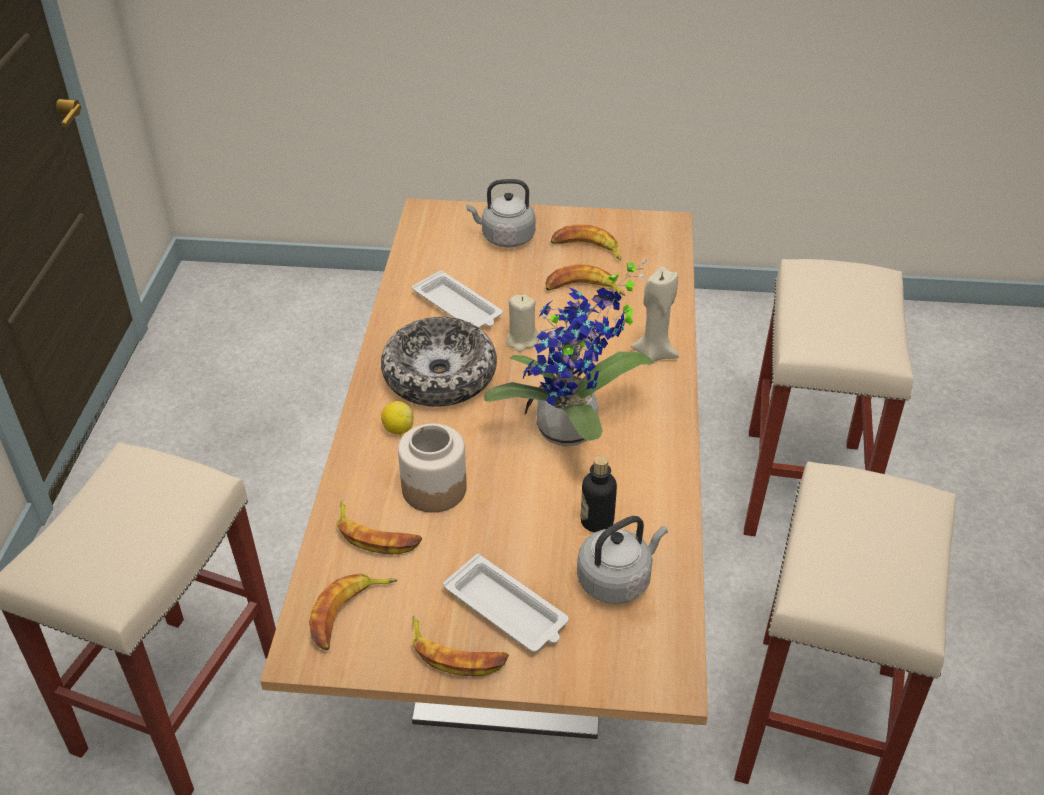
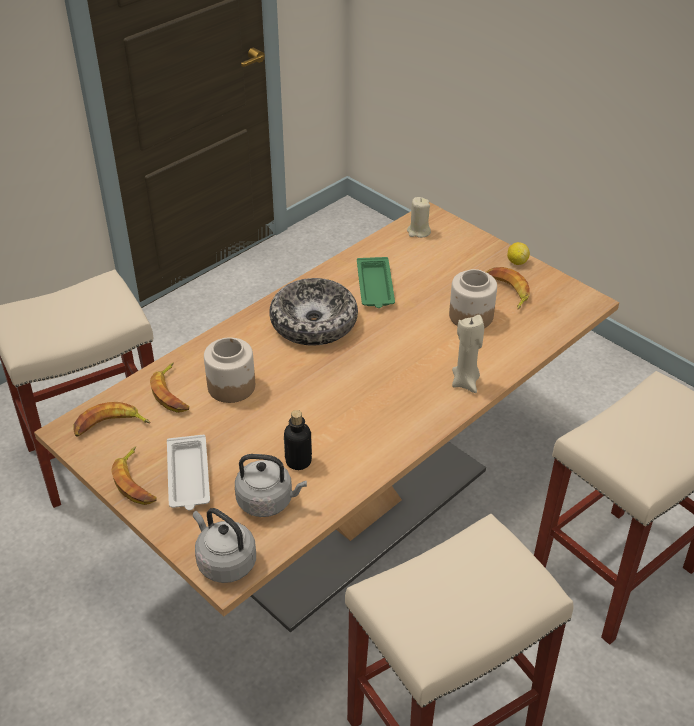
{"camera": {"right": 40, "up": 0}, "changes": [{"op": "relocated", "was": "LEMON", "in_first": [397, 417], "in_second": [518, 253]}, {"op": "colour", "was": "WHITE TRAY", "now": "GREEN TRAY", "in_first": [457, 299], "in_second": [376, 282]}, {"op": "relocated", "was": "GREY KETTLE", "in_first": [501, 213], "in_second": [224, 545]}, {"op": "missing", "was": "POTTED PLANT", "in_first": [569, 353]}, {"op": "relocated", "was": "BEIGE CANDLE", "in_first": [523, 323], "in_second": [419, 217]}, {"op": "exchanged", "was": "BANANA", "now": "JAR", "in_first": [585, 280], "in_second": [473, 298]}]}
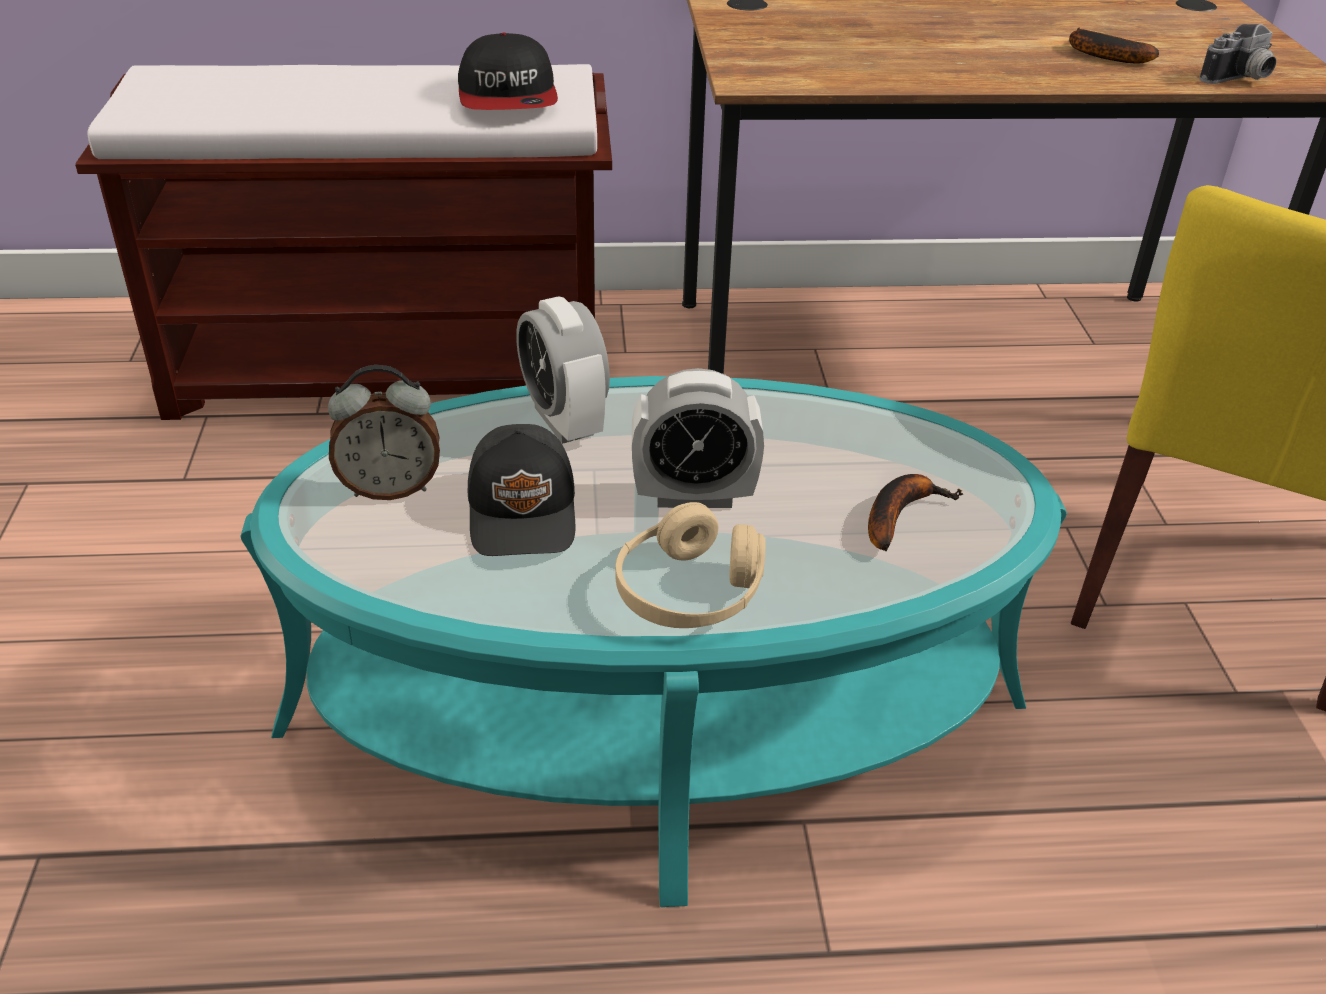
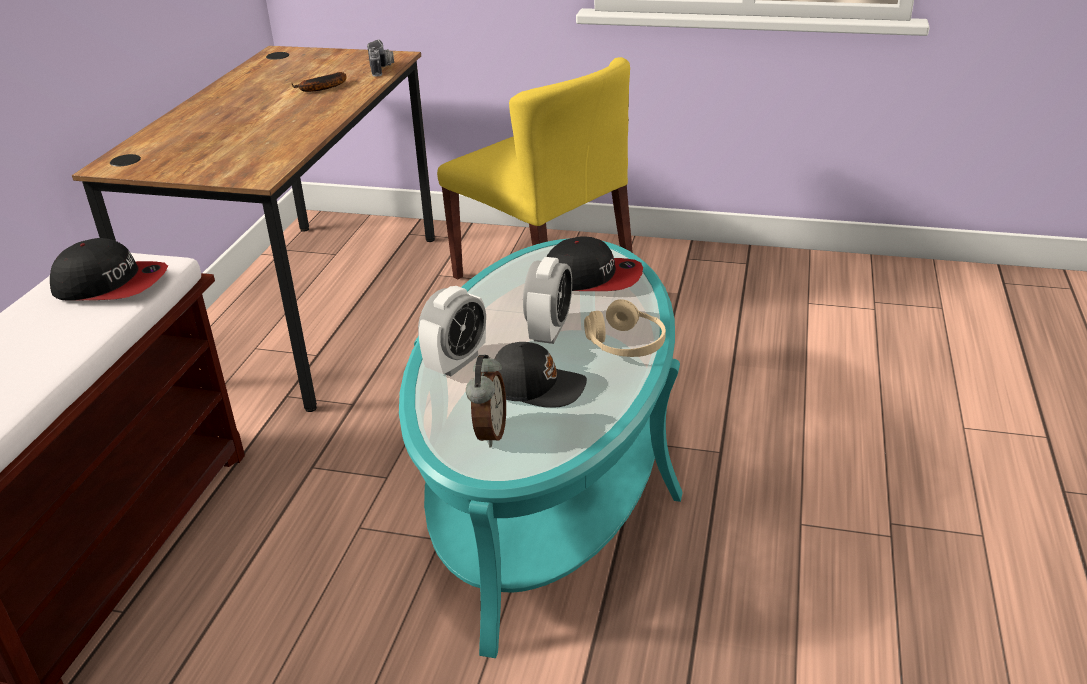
{"camera": {"right": -70, "up": -5}, "changes": [{"op": "spun", "was": "ALARM CLOCK", "in_first": [563, 370], "in_second": [452, 331], "clockwise": -45}, {"op": "exchanged", "was": "BANANA", "now": "CAP", "in_first": [915, 512], "in_second": [595, 263]}]}
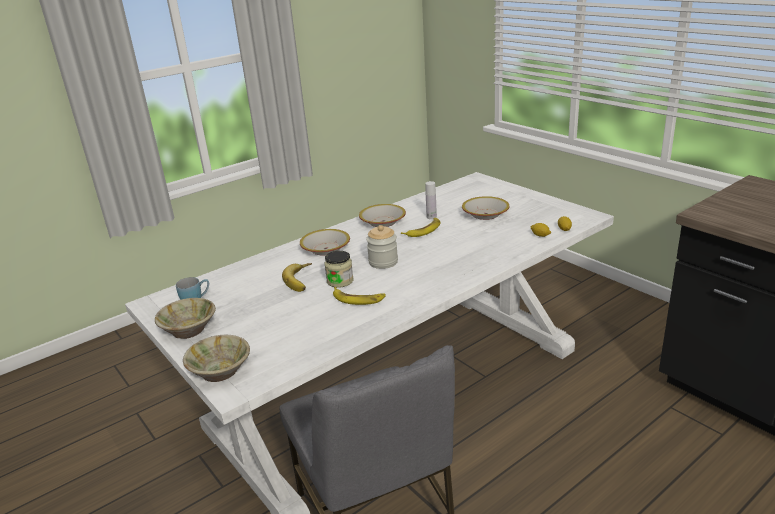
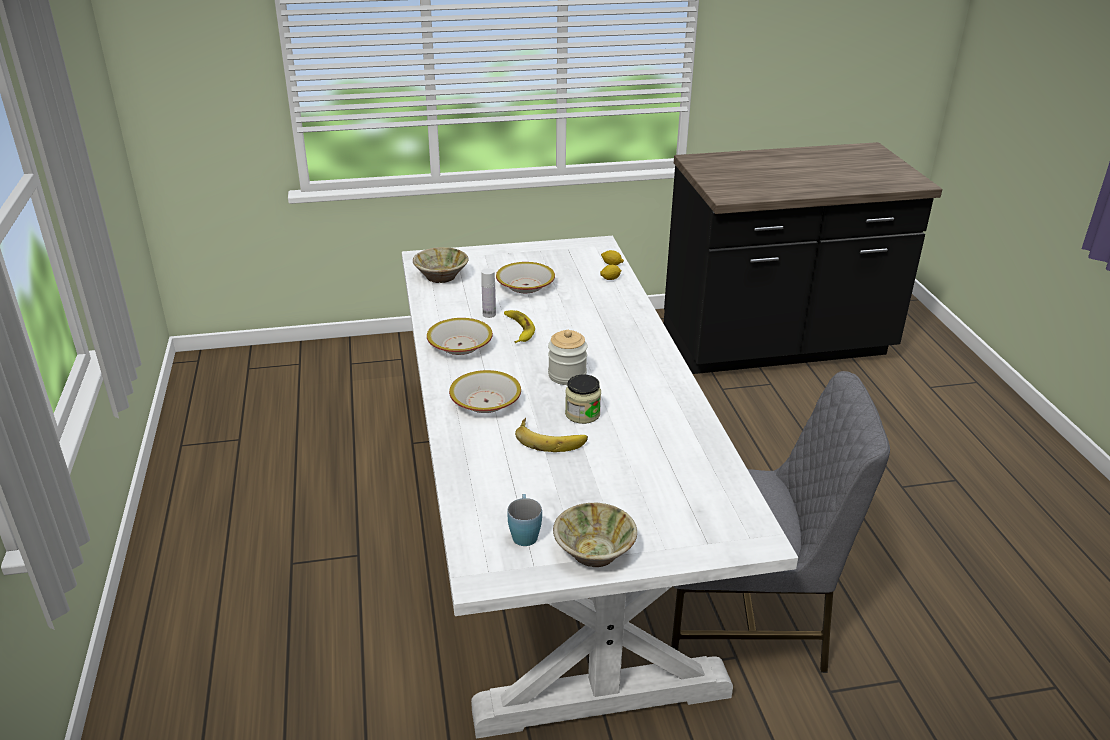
{"camera": {"right": -65, "up": 5}, "changes": [{"op": "relocated", "was": "BEIGE BOWL", "in_first": [216, 358], "in_second": [441, 265]}, {"op": "missing", "was": "BANANA", "in_first": [359, 296]}]}
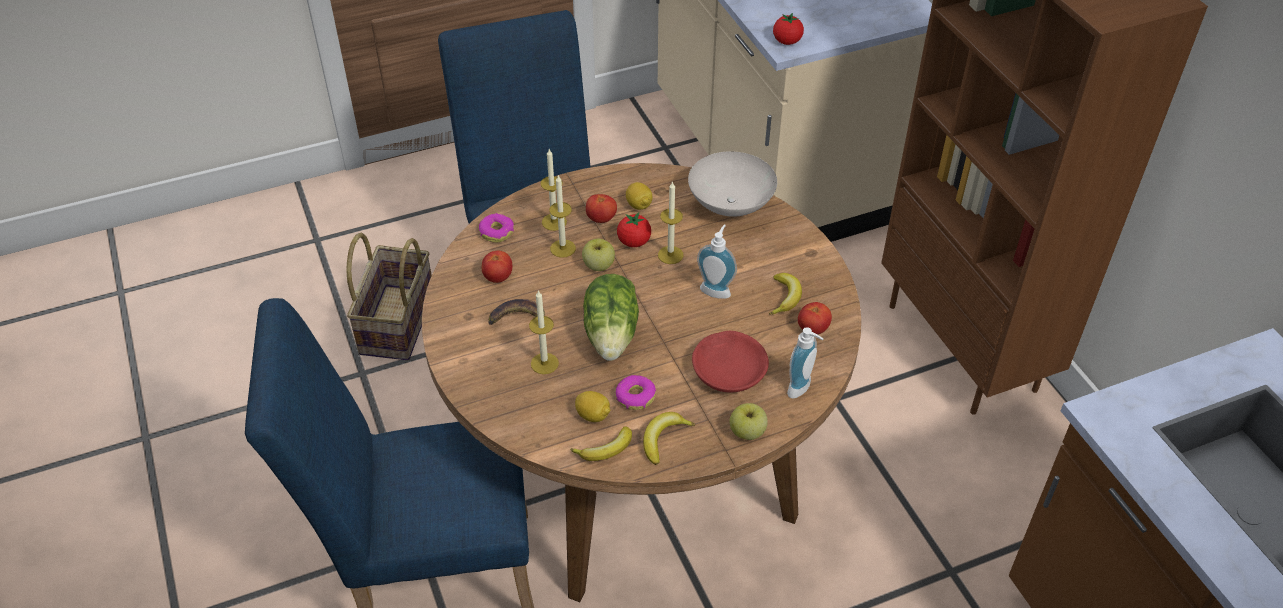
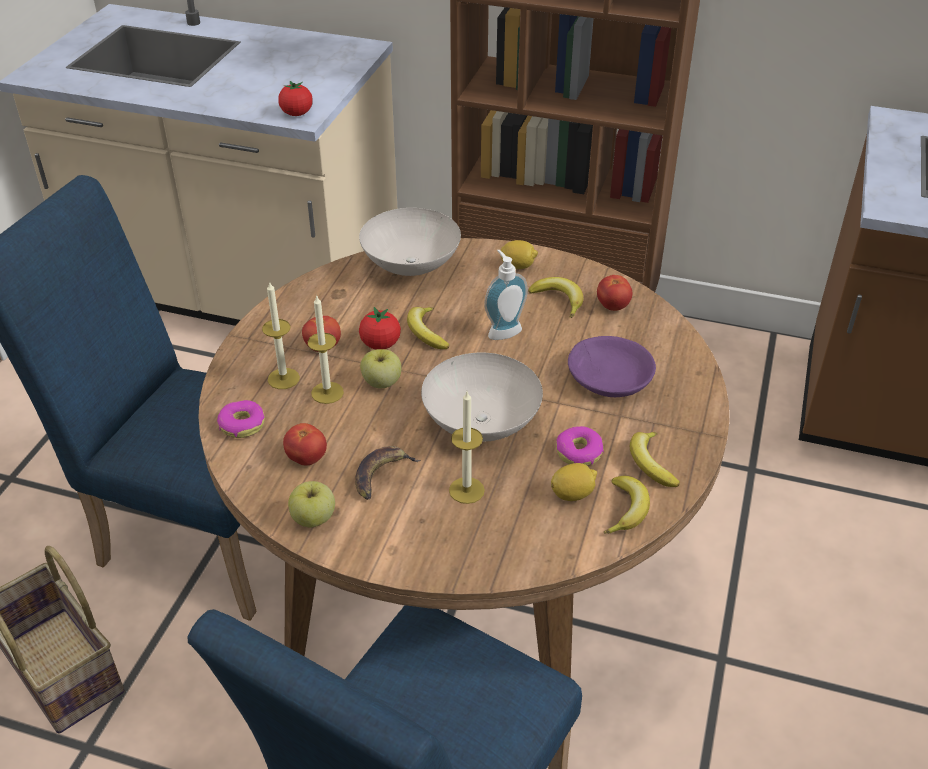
{"camera": {"right": -50, "up": -5}, "changes": [{"op": "exchanged", "was": "LETTUCE", "now": "WHITE BOWL", "in_first": [611, 317], "in_second": [482, 397]}, {"op": "relocated", "was": "LEMON", "in_first": [639, 196], "in_second": [519, 254]}, {"op": "exchanged", "was": "CANDLE", "now": "BANANA", "in_first": [671, 222], "in_second": [428, 328]}, {"op": "colour", "was": "RED BOWL", "now": "PURPLE BOWL", "in_first": [730, 361], "in_second": [612, 366]}, {"op": "relocated", "was": "APPLE", "in_first": [749, 421], "in_second": [311, 504]}, {"op": "missing", "was": "SOAP DISPENSER", "in_first": [805, 362]}]}
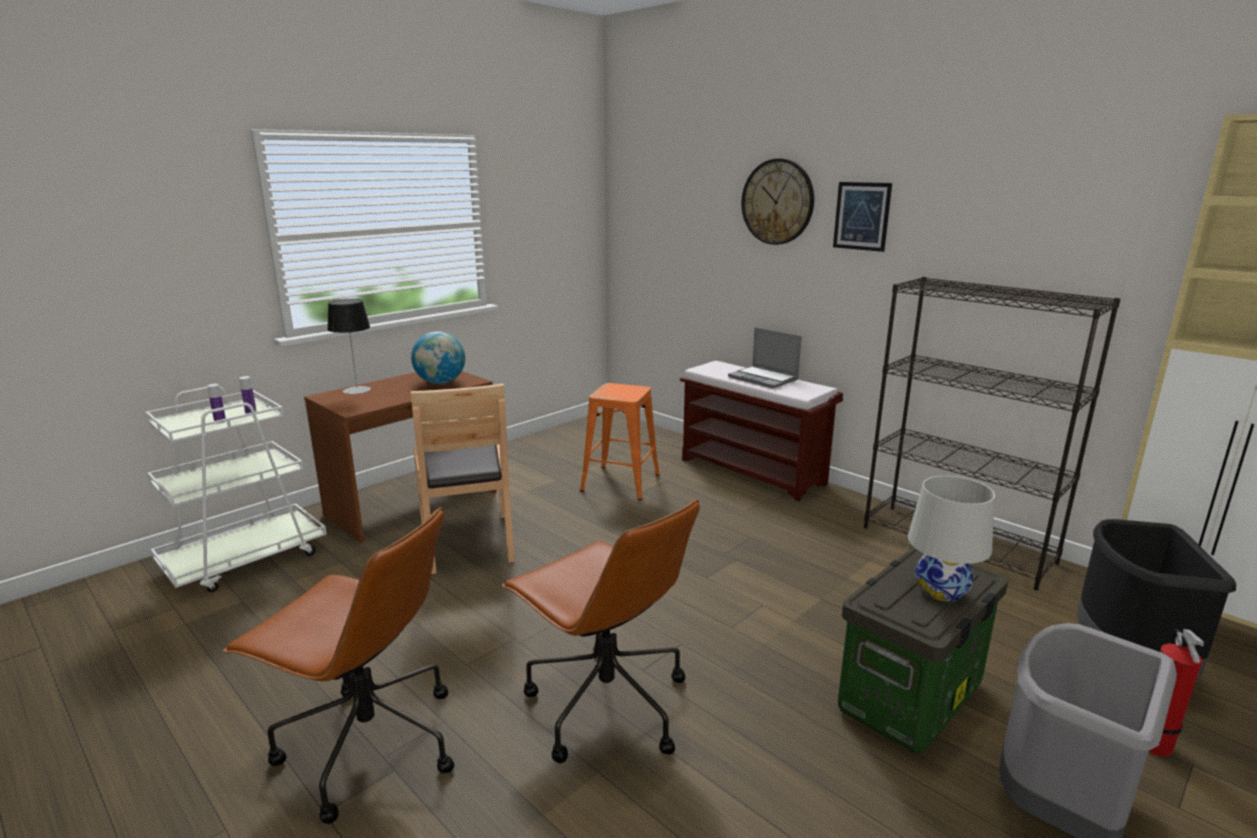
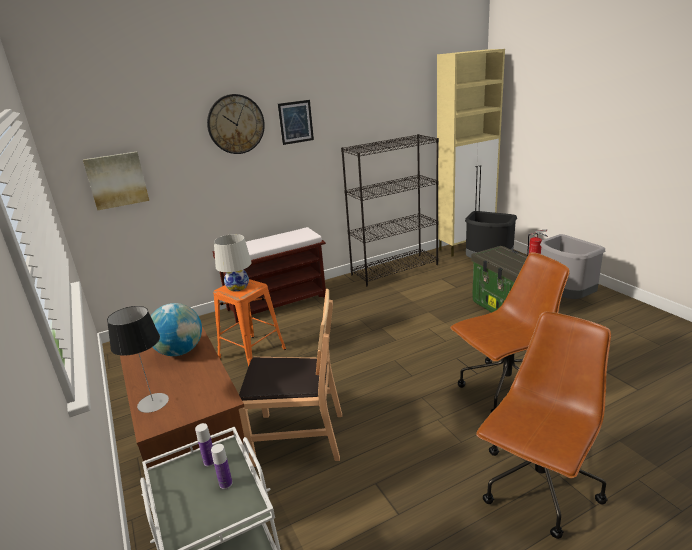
{"camera": {"right": -70, "up": 5}, "changes": [{"op": "missing", "was": "LAPTOP", "in_first": [765, 358]}, {"op": "relocated", "was": "WHITE TABLE LAMP", "in_first": [951, 539], "in_second": [233, 262]}, {"op": "appeared", "now": "PICTURE", "in_second": [116, 180]}]}
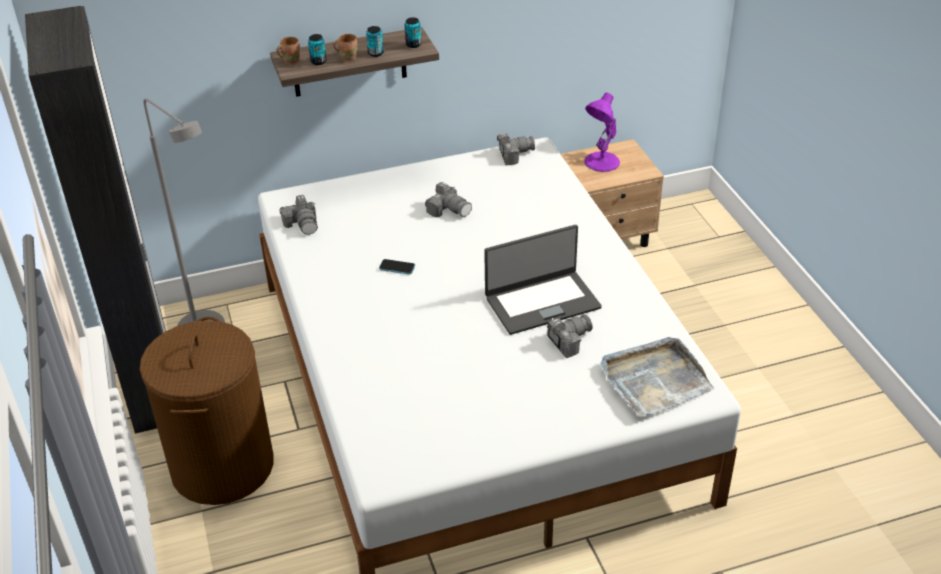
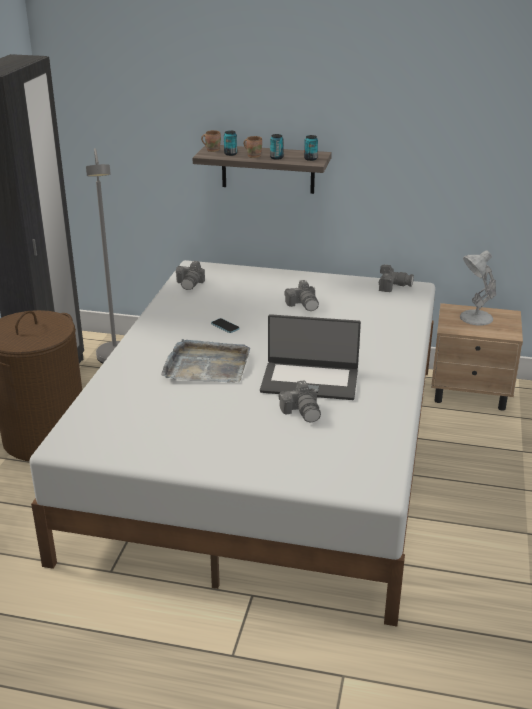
{"camera": {"right": 30, "up": -10}, "changes": [{"op": "spun", "was": "PHOTO CAMERA", "in_first": [570, 336], "in_second": [299, 401], "clockwise": 75}, {"op": "colour", "was": "PURPLE TABLE LAMP", "now": "WHITE TABLE LAMP", "in_first": [602, 132], "in_second": [478, 287]}, {"op": "relocated", "was": "GREY TRAY", "in_first": [657, 377], "in_second": [205, 361]}]}
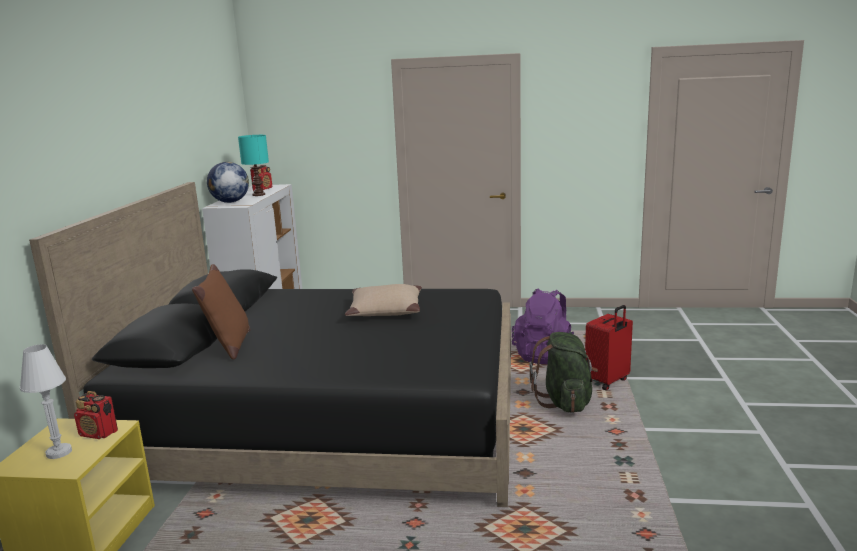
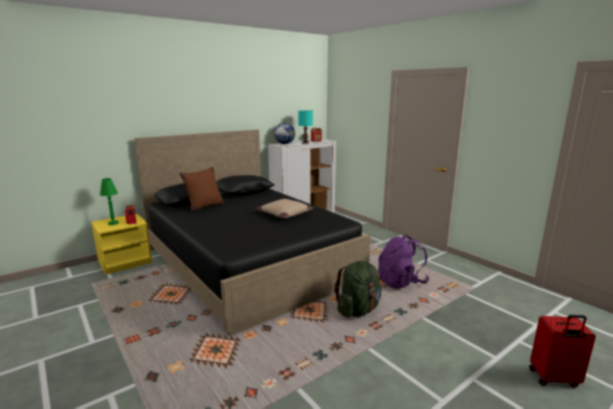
{"camera": {"right": 45, "up": 0}, "changes": [{"op": "colour", "was": "WHITE TABLE LAMP", "now": "GREEN TABLE LAMP", "in_first": [46, 401], "in_second": [109, 201]}, {"op": "relocated", "was": "RED SUITCASE", "in_first": [609, 347], "in_second": [562, 351]}]}
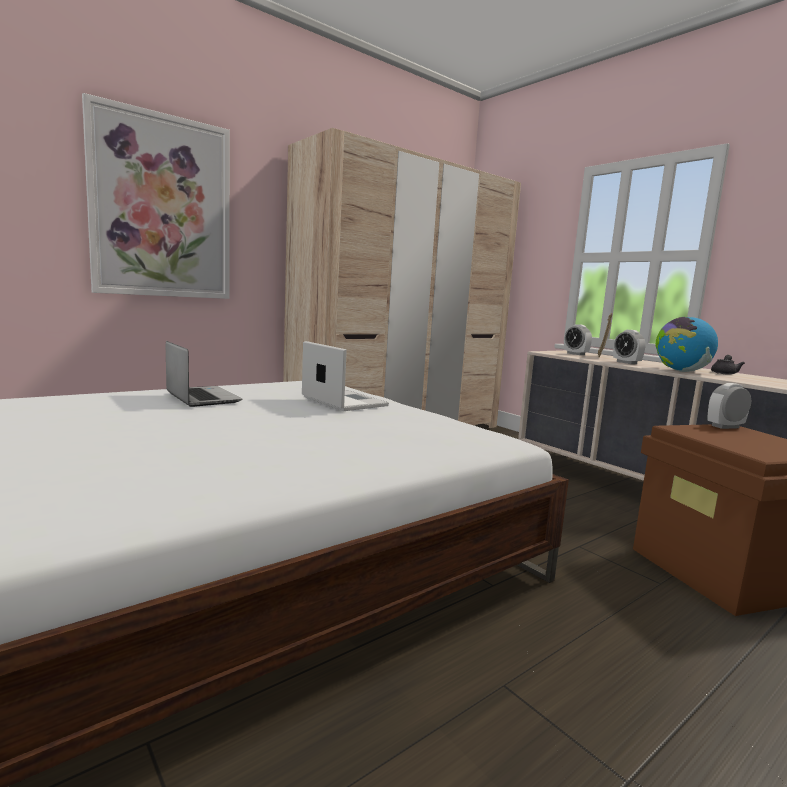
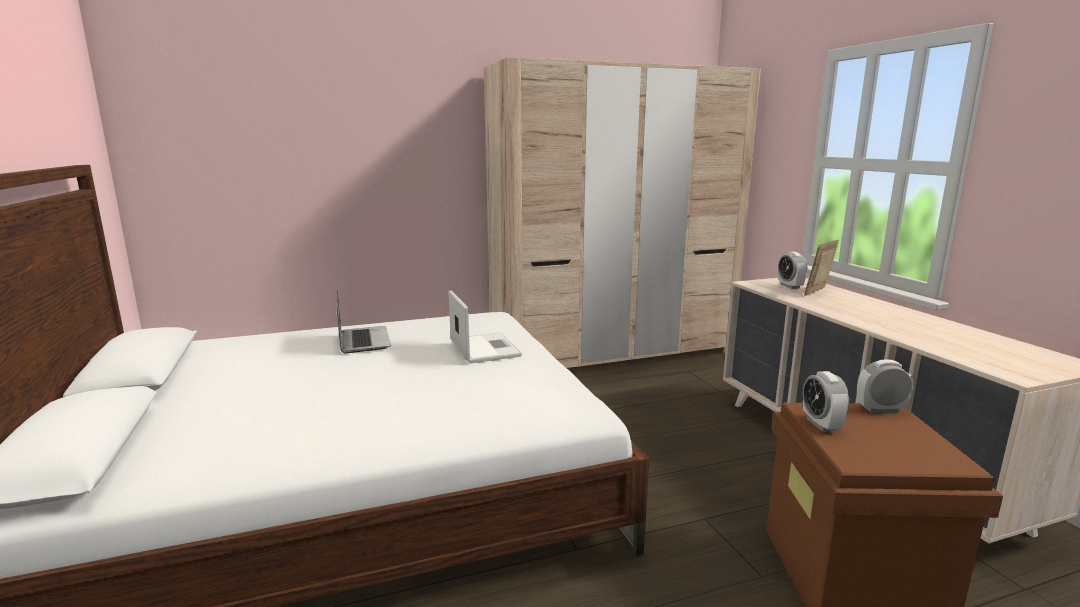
{"camera": {"right": 20, "up": 5}, "changes": [{"op": "missing", "was": "PICTURE", "in_first": [156, 196]}, {"op": "relocated", "was": "ALARM CLOCK", "in_first": [629, 347], "in_second": [826, 401]}, {"op": "missing", "was": "GLOBE", "in_first": [686, 344]}, {"op": "missing", "was": "GREY TEAPOT", "in_first": [728, 365]}]}
